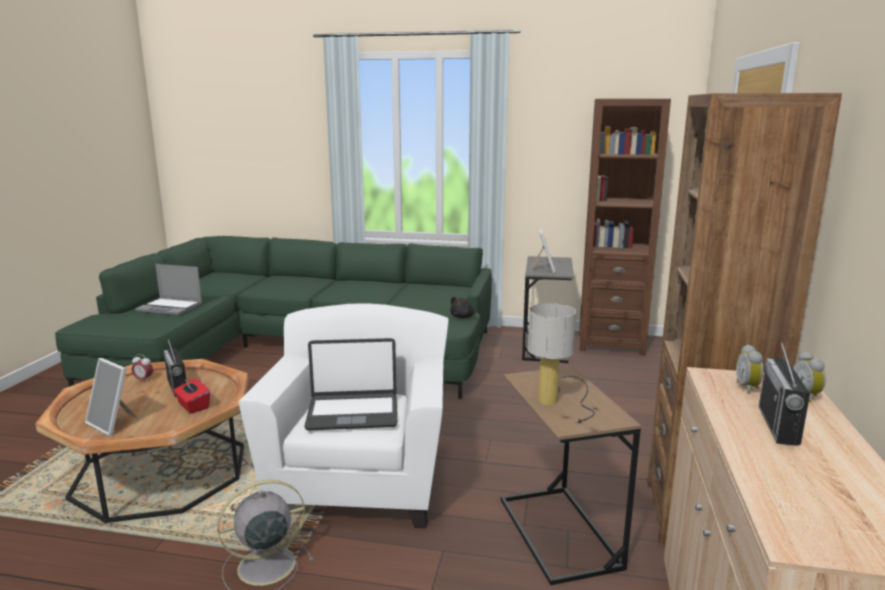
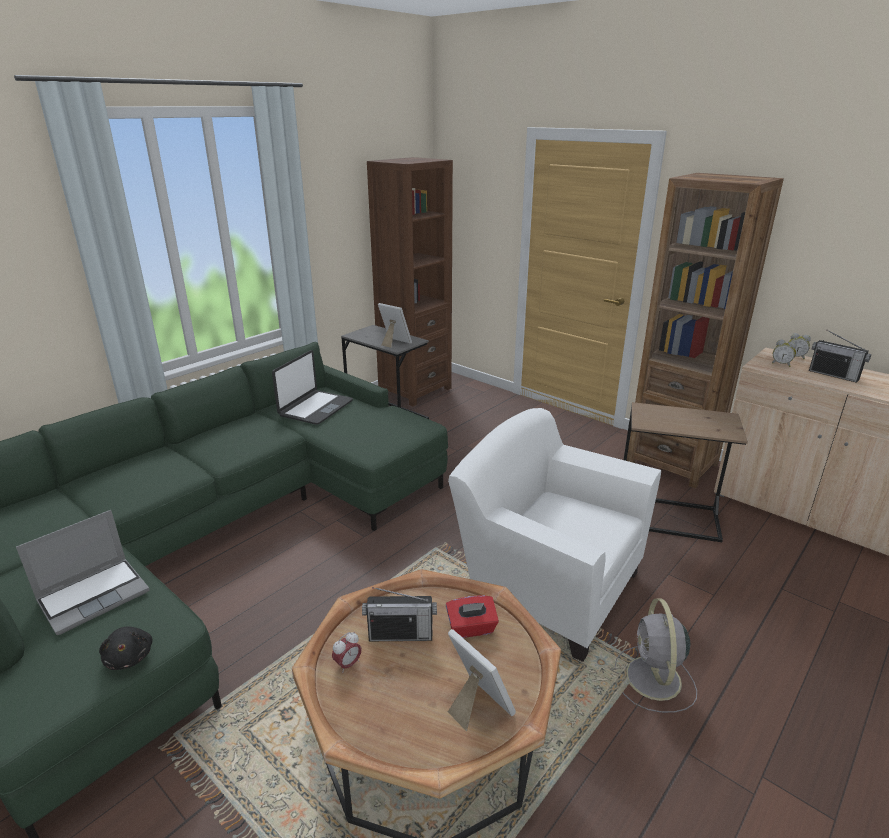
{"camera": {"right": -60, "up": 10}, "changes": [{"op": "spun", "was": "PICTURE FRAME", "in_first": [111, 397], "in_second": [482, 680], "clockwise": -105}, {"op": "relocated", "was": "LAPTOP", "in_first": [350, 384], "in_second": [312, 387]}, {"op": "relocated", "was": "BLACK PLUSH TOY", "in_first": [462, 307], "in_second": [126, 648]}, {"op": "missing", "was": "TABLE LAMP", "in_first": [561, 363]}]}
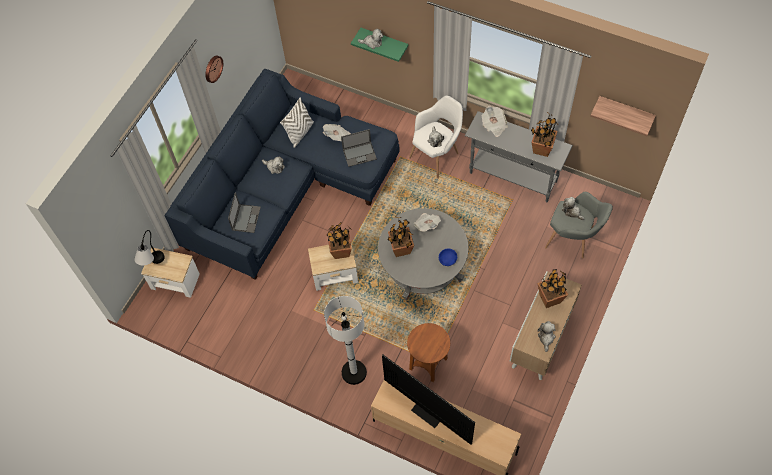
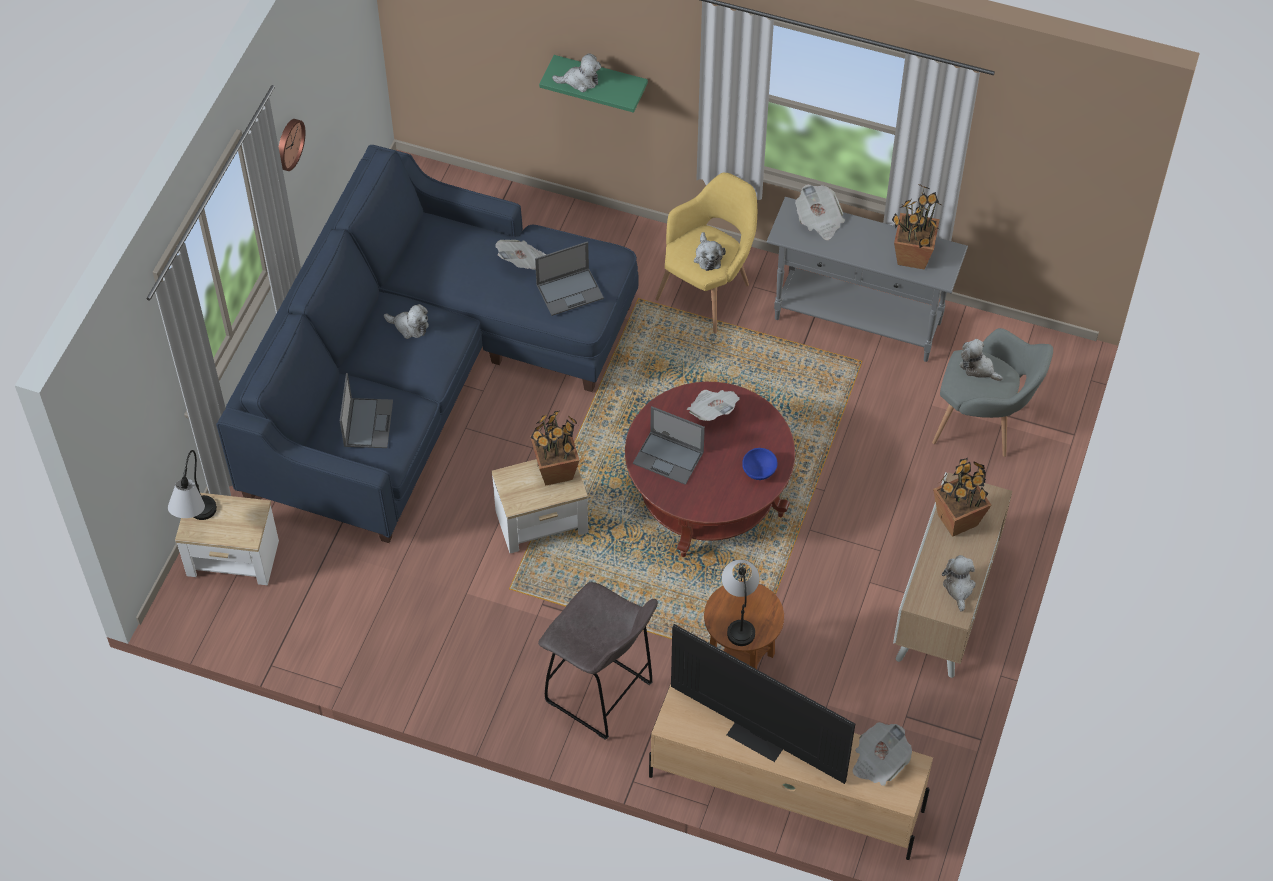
{"camera": {"right": -10, "up": -5}, "changes": [{"op": "missing", "was": "WHITE PILLOW", "in_first": [297, 122]}, {"op": "exchanged", "was": "WHITE FLOOR LAMP", "now": "GREY STOOL", "in_first": [345, 340], "in_second": [598, 661]}, {"op": "colour", "was": "GREY COFFEE TABLE", "now": "RED COFFEE TABLE", "in_first": [423, 254], "in_second": [710, 469]}, {"op": "exchanged", "was": "POTTED PLANT", "now": "LAPTOP", "in_first": [401, 236], "in_second": [669, 445]}, {"op": "colour", "was": "WHITE ARMCHAIR", "now": "YELLOW ARMCHAIR", "in_first": [436, 137], "in_second": [706, 253]}, {"op": "missing", "was": "SHELF", "in_first": [623, 116]}, {"op": "appeared", "now": "TABLE LAMP", "in_second": [741, 603]}, {"op": "appeared", "now": "NEWSPAPER", "in_second": [882, 754]}]}
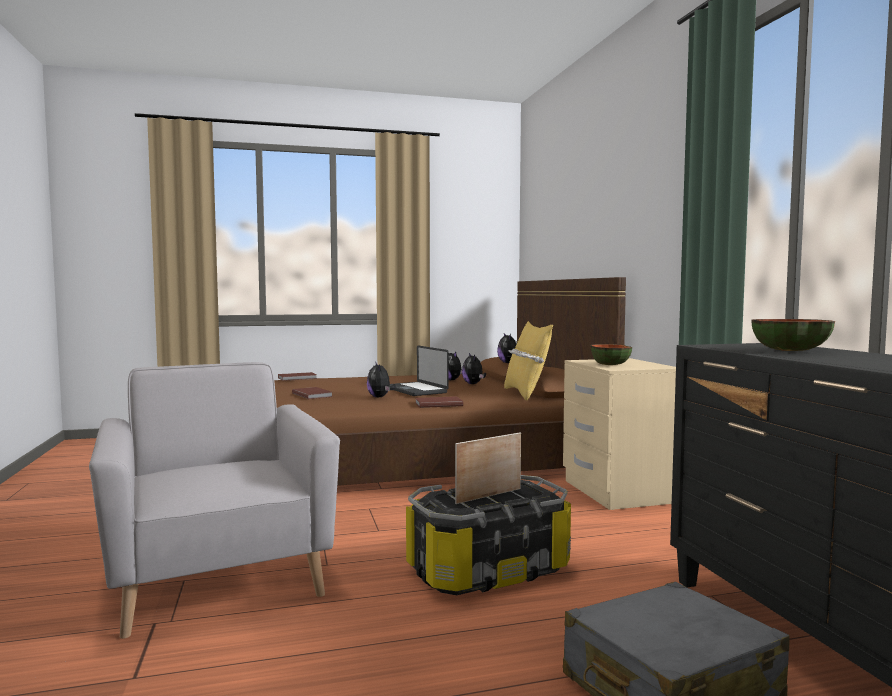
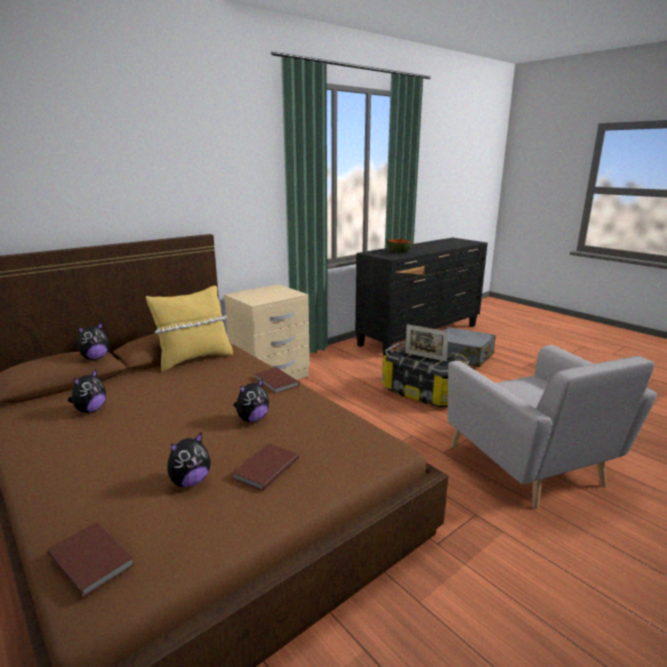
{"camera": {"right": -115, "up": 15}, "changes": [{"op": "spun", "was": "GREY ARMCHAIR", "in_first": [214, 500], "in_second": [552, 427], "clockwise": -60}, {"op": "missing", "was": "LAPTOP", "in_first": [419, 370]}, {"op": "relocated", "was": "PLUSH TOY", "in_first": [474, 368], "in_second": [189, 459]}, {"op": "missing", "was": "BOWL", "in_first": [611, 354]}]}
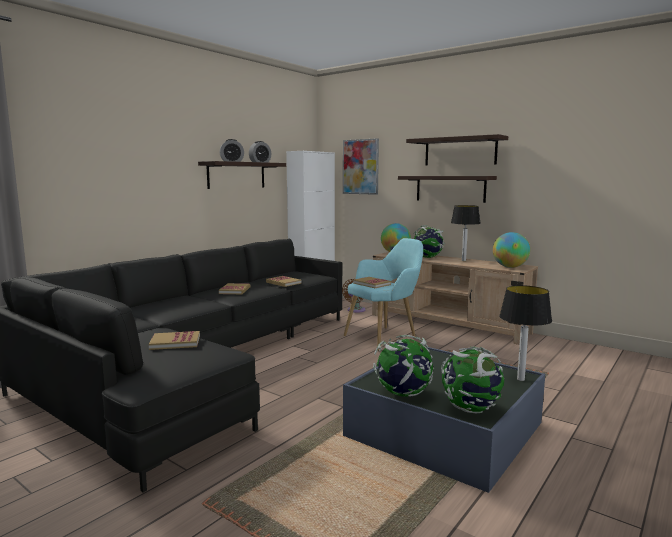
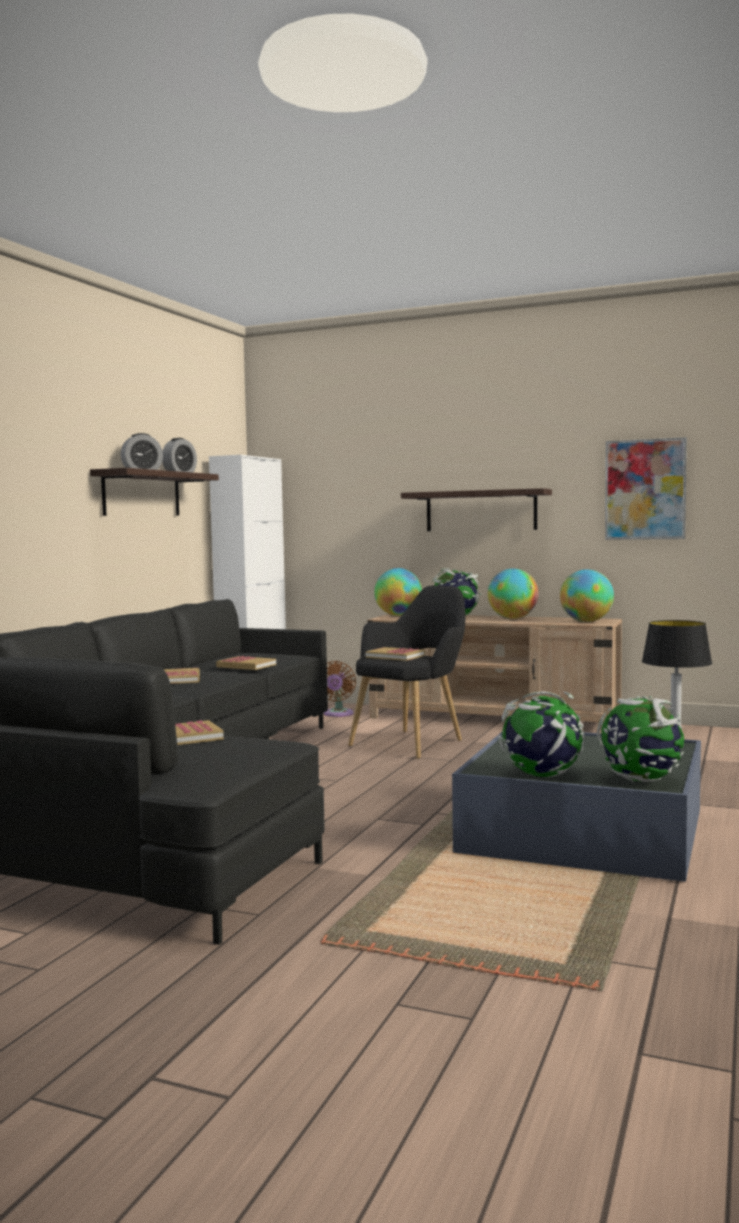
{"camera": {"right": -15, "up": -5}, "changes": [{"op": "relocated", "was": "PICTURE", "in_first": [361, 166], "in_second": [646, 488]}, {"op": "colour", "was": "TURQUOISE ARMCHAIR", "now": "BLACK ARMCHAIR", "in_first": [383, 294], "in_second": [406, 672]}, {"op": "missing", "was": "SHELF", "in_first": [457, 149]}, {"op": "exchanged", "was": "TABLE LAMP", "now": "GLOBE", "in_first": [466, 233], "in_second": [513, 593]}]}
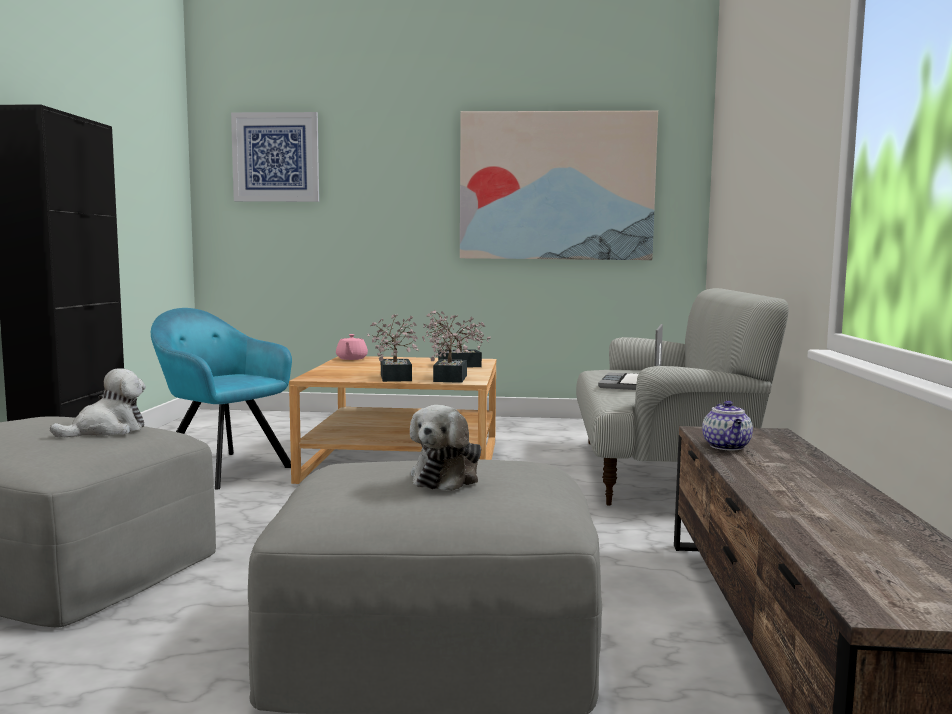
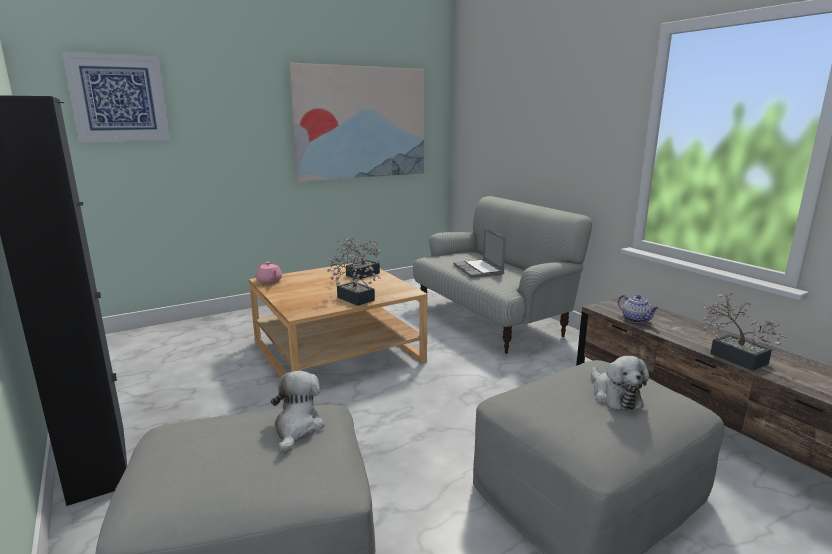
{"camera": {"right": -35, "up": 10}, "changes": [{"op": "missing", "was": "TURQUOISE ARMCHAIR", "in_first": [221, 399]}, {"op": "relocated", "was": "POTTED PLANT", "in_first": [450, 348], "in_second": [744, 332]}]}
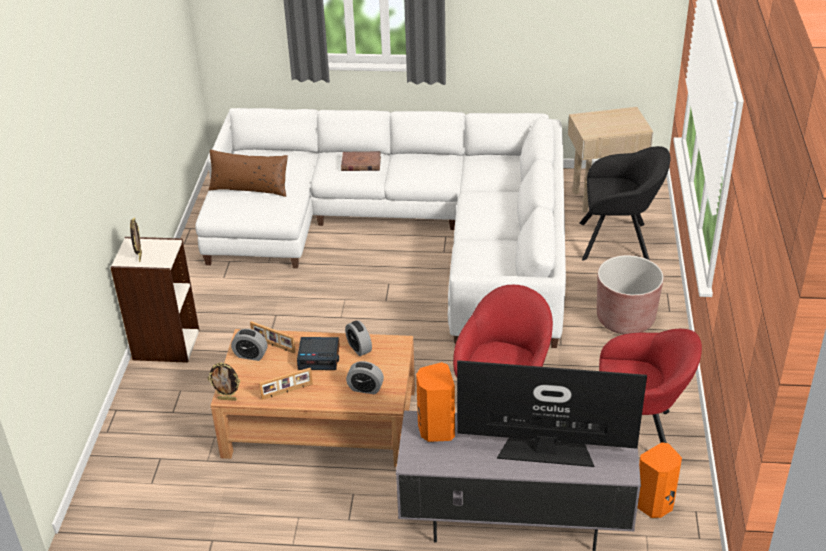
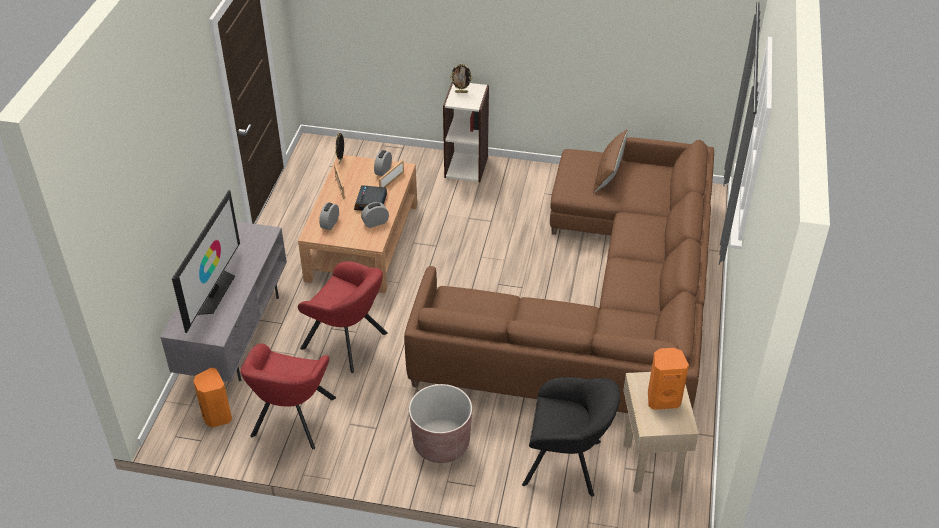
{"camera": {"right": 95, "up": 5}, "changes": [{"op": "colour", "was": "WHITE SOFA", "now": "BROWN SOFA", "in_first": [380, 228], "in_second": [559, 275]}, {"op": "missing", "was": "BROWN BOOK", "in_first": [361, 161]}, {"op": "relocated", "was": "ORANGE SPEAKER", "in_first": [435, 402], "in_second": [668, 379]}, {"op": "spun", "was": "BLACK ARMCHAIR", "in_first": [624, 203], "in_second": [571, 437], "clockwise": -90}]}
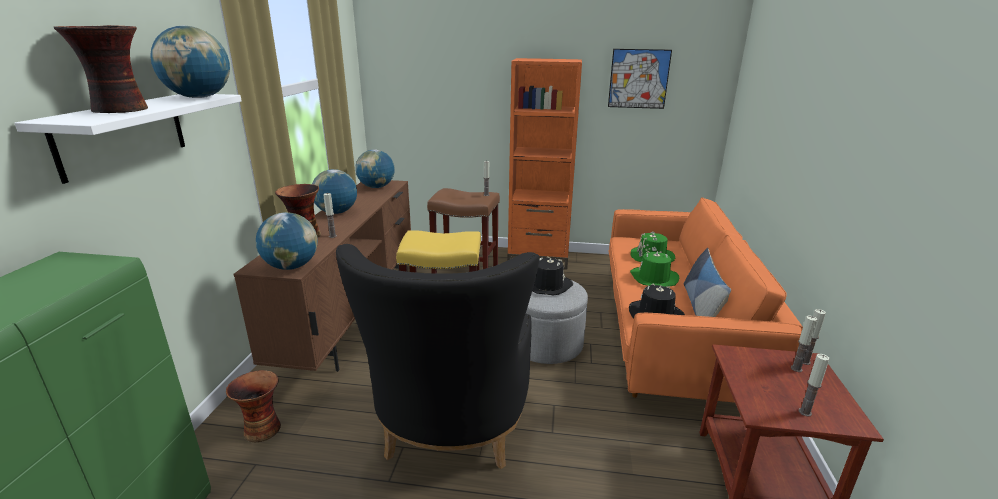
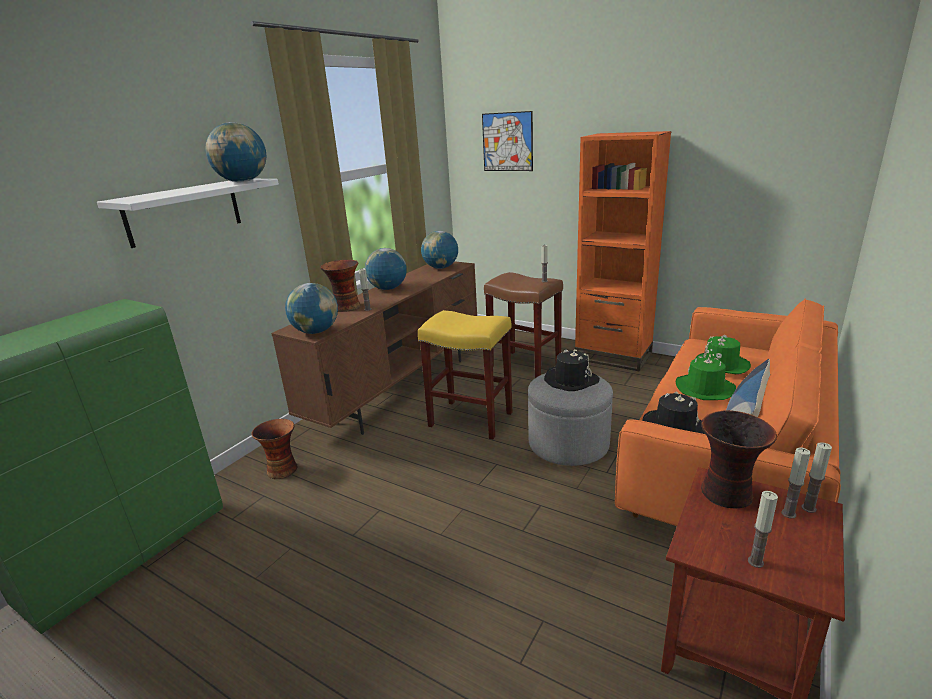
{"camera": {"right": 25, "up": 0}, "changes": [{"op": "relocated", "was": "VASE", "in_first": [101, 69], "in_second": [739, 459]}, {"op": "missing", "was": "BLACK ARMCHAIR", "in_first": [437, 356]}, {"op": "relocated", "was": "PICTURE", "in_first": [640, 79], "in_second": [507, 141]}]}
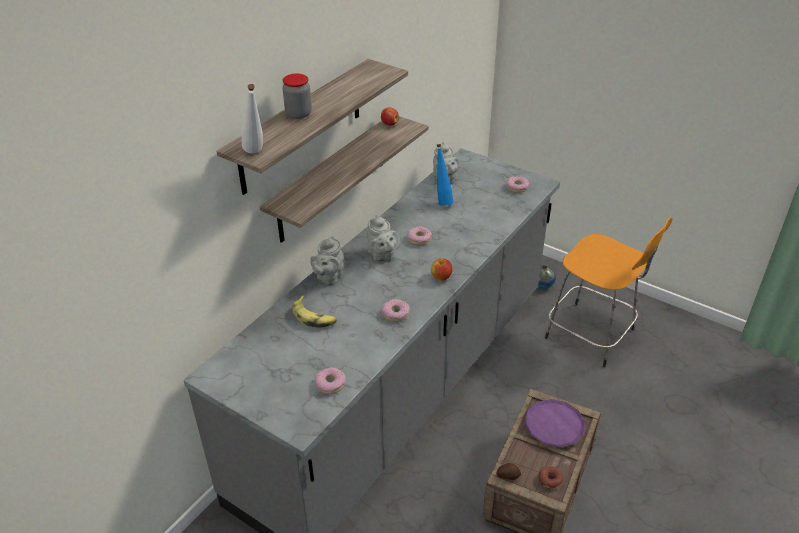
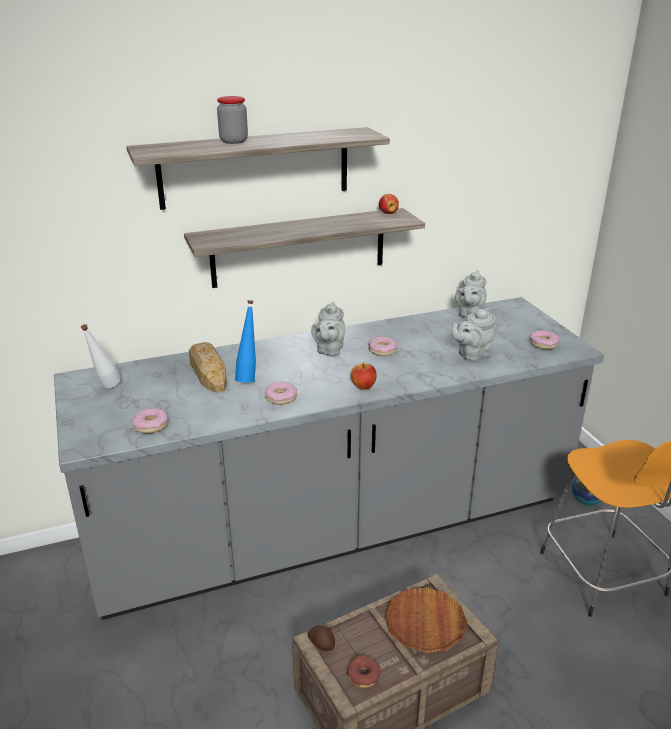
{"camera": {"right": 35, "up": -10}, "changes": [{"op": "relocated", "was": "WHITE BOTTLE", "in_first": [252, 119], "in_second": [101, 356]}, {"op": "exchanged", "was": "BANANA", "now": "BREAD", "in_first": [314, 311], "in_second": [208, 367]}, {"op": "relocated", "was": "GREY TEAPOT", "in_first": [326, 261], "in_second": [474, 335]}, {"op": "relocated", "was": "BLUE BOTTLE", "in_first": [445, 175], "in_second": [245, 341]}, {"op": "colour", "was": "PURPLE PLATE", "now": "BROWN PLATE", "in_first": [554, 423], "in_second": [426, 620]}]}
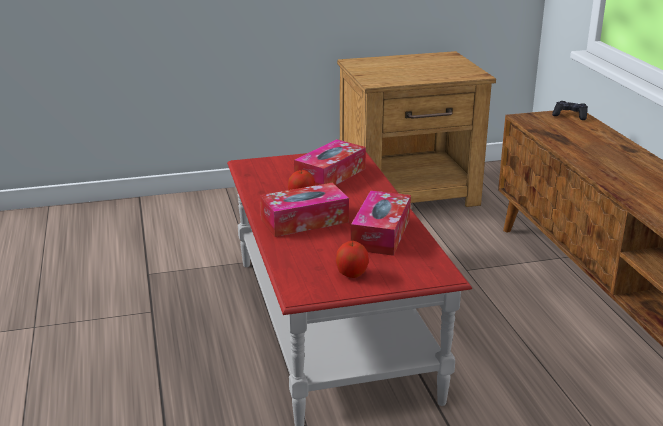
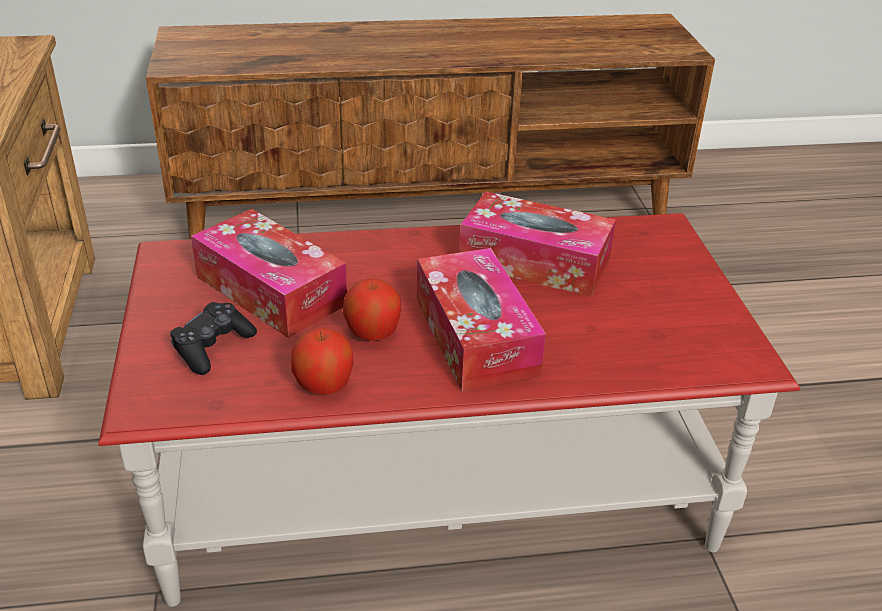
{"camera": {"right": -85, "up": 10}, "changes": [{"op": "relocated", "was": "APPLE", "in_first": [352, 259], "in_second": [322, 360]}, {"op": "relocated", "was": "BLACK GAME CONTROLLER", "in_first": [570, 110], "in_second": [213, 338]}]}
